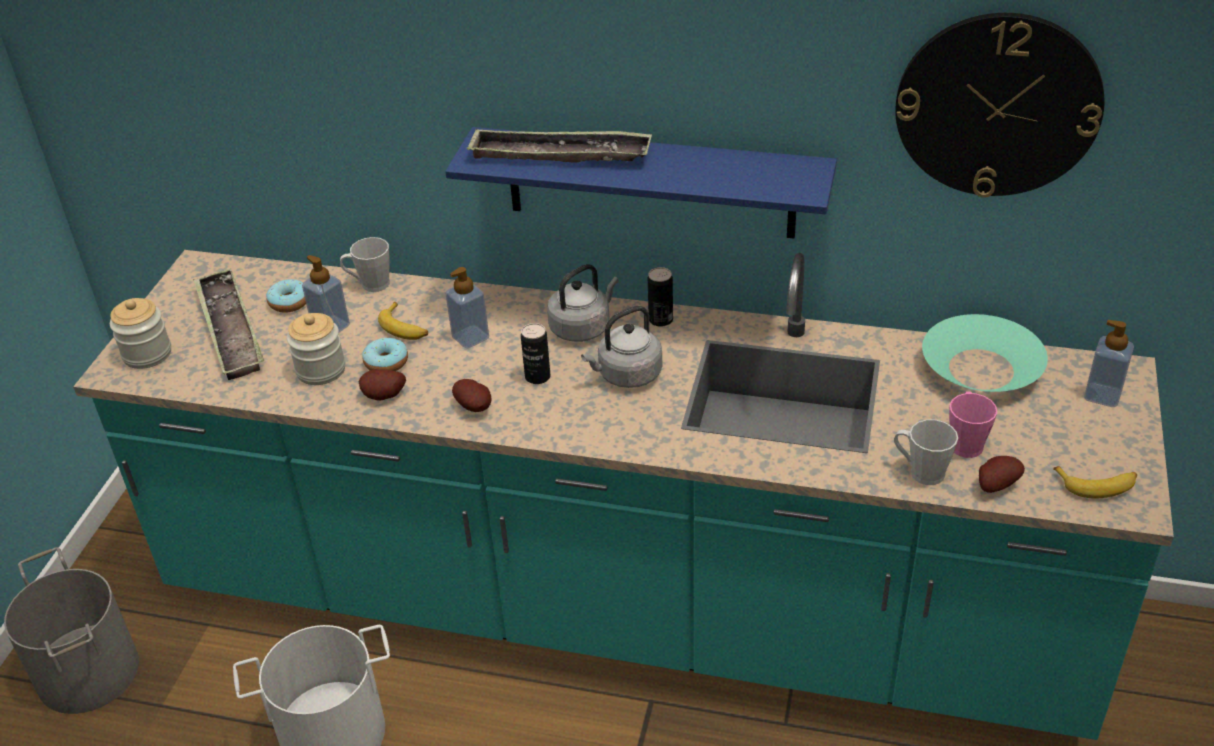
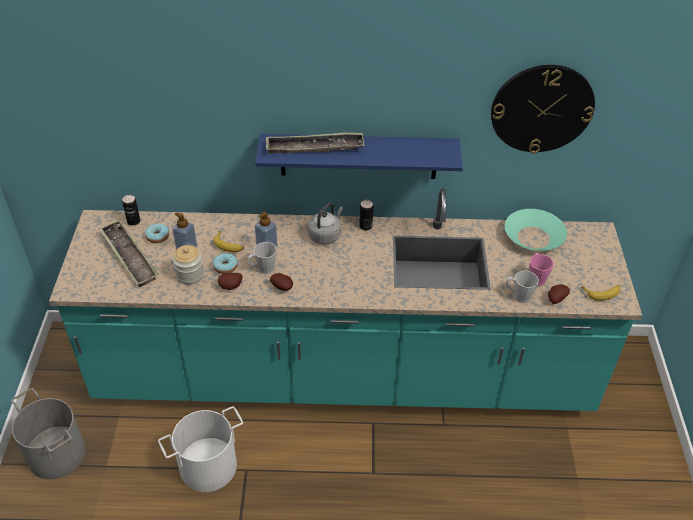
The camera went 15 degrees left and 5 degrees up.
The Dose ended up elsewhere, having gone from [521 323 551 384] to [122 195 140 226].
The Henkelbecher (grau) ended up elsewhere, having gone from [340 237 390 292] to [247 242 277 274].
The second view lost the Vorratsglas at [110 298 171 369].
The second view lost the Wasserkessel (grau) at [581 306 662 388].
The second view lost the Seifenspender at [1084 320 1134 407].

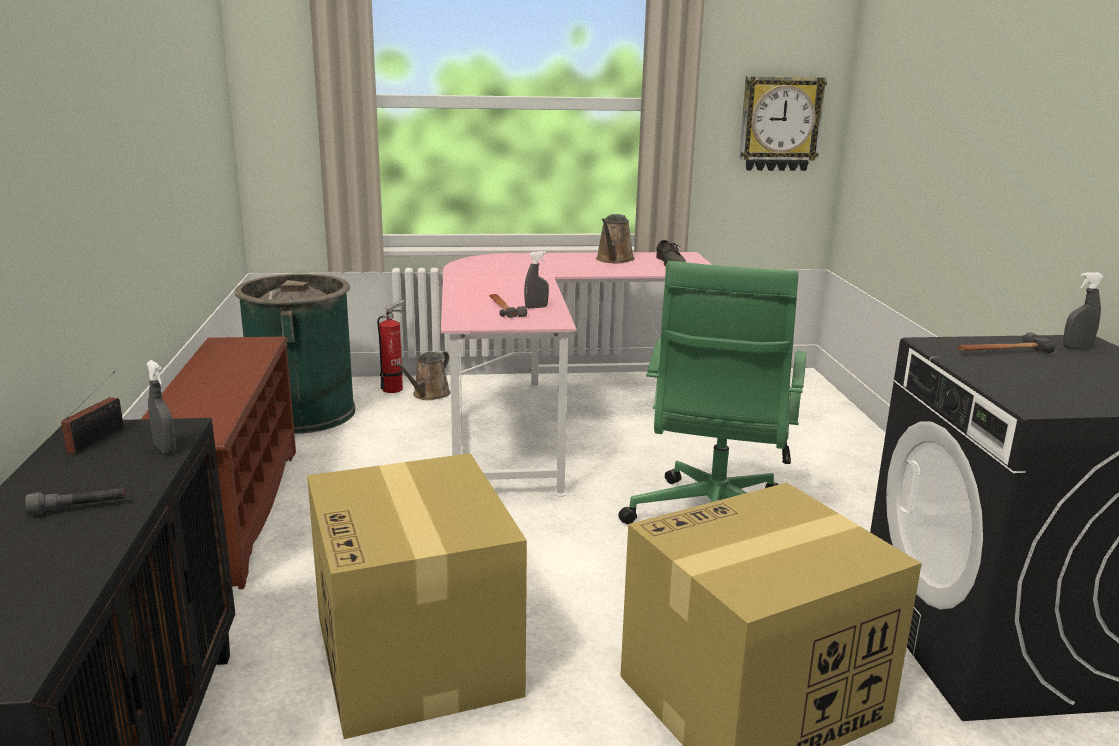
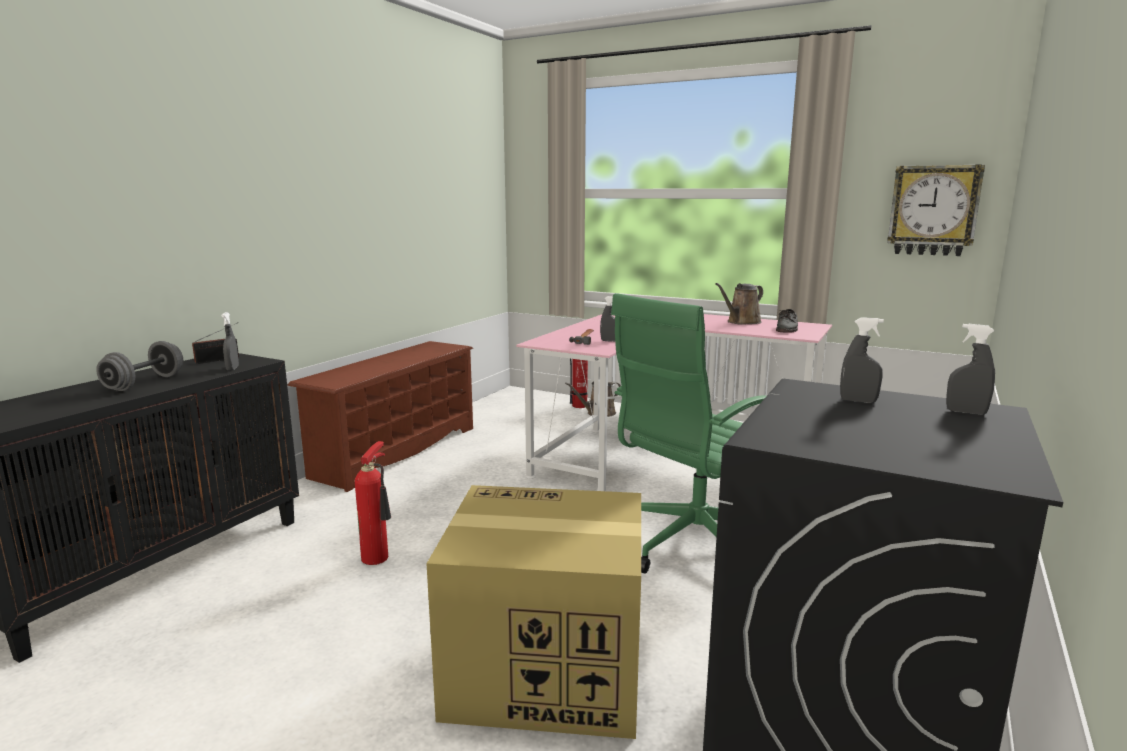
The camera went 35 degrees right and 5 degrees down.
Where the Taschenlampe (grau) stood at [25 488 125 515], the Hantel (grau) came to stand at [96 341 183 391].
Where the Karton stood at [307 453 527 739], the Feuerlöscher came to stand at [355 441 391 565].
Where the Hammer stood at [957 332 1055 353], the Sprühflasche (grau) came to stand at [840 317 884 403].
The second view lost the Mülleimer (grün) at [234 274 355 434].

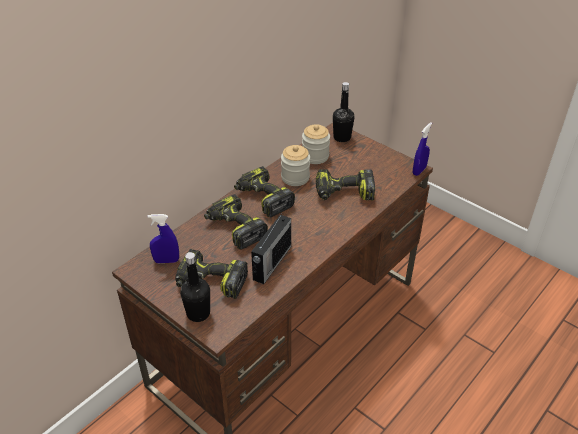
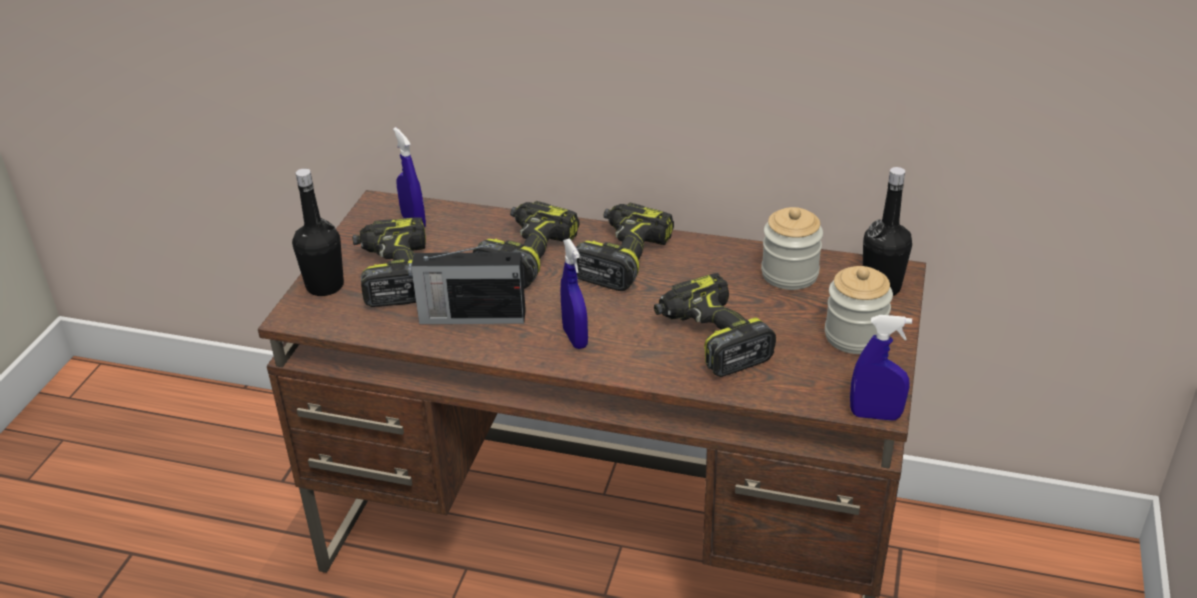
The camera went 65 degrees right and 5 degrees down.
The second view gained the Sprühflasche (blau) at [561 238 588 349].
The Vorratsglas ended up elsewhere, having gone from [281 145 310 186] to [825 266 893 354].

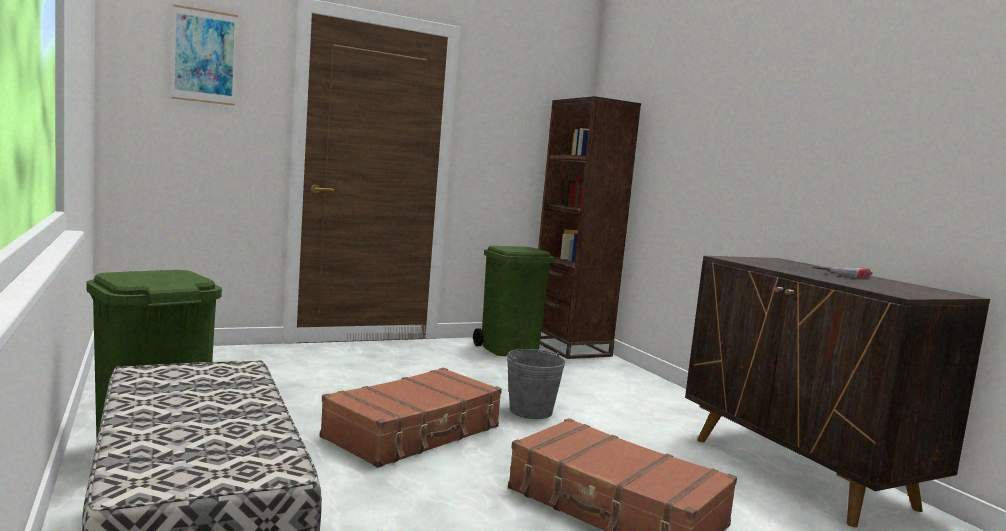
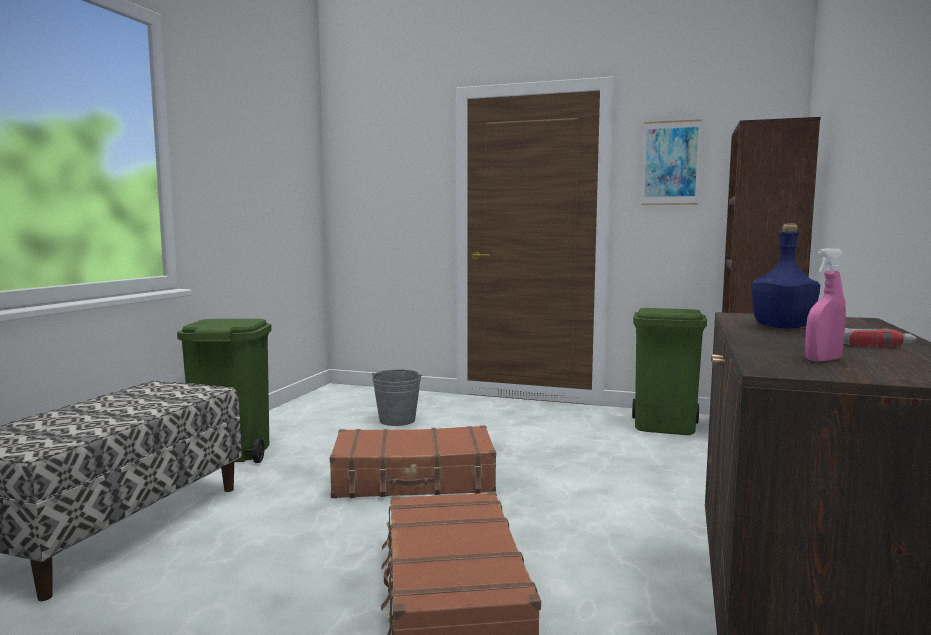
The camera went 45 degrees right and 0 degrees up.
The Eimer (grau) ended up elsewhere, having gone from [507 349 566 419] to [372 369 421 426].
The Bild ended up elsewhere, having gone from [171 4 238 106] to [642 119 702 205].
The second view gained the Flasche (blau) at [752 224 820 329].
The second view gained the Sprühflasche (rosa) at [805 248 846 361].

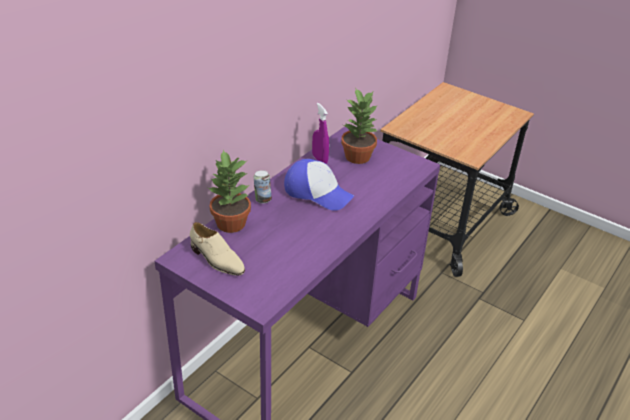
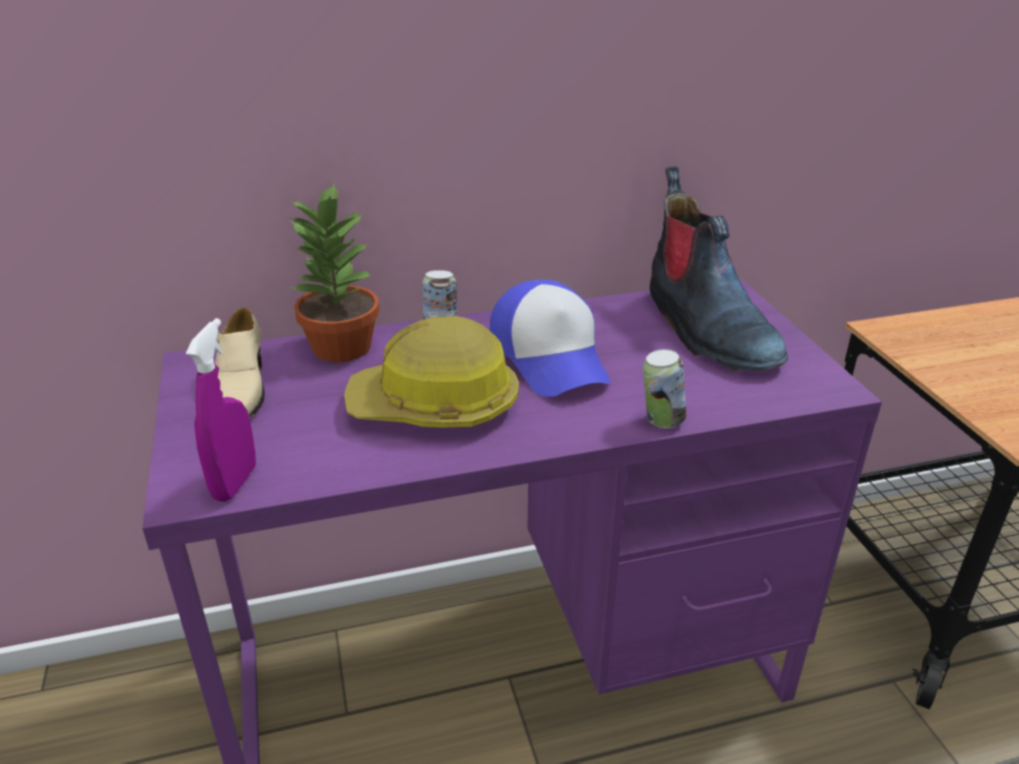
The camera went 40 degrees right and 5 degrees down.
The Sprühflasche (lila) ended up elsewhere, having gone from [312 103 329 164] to [186 318 256 502].
The second view gained the Schutzhelm at [344 316 519 427].
The second view gained the Dose at [643 349 686 428].
Where the Topfpflanze stood at [341 87 378 164], the Stiefel came to stand at [650 166 788 372].

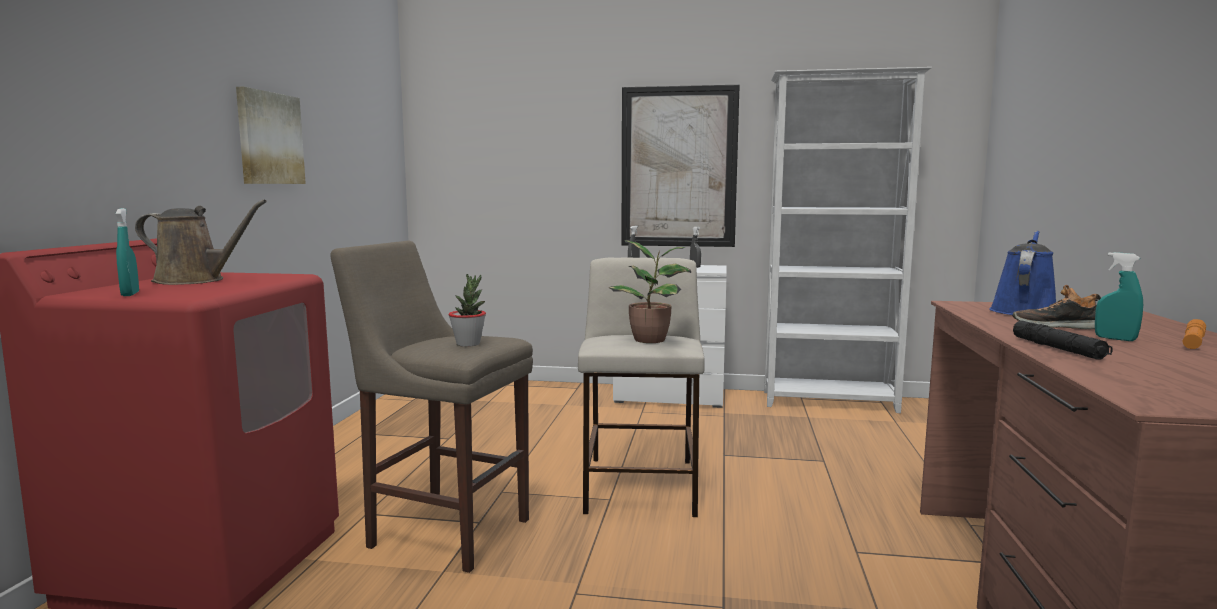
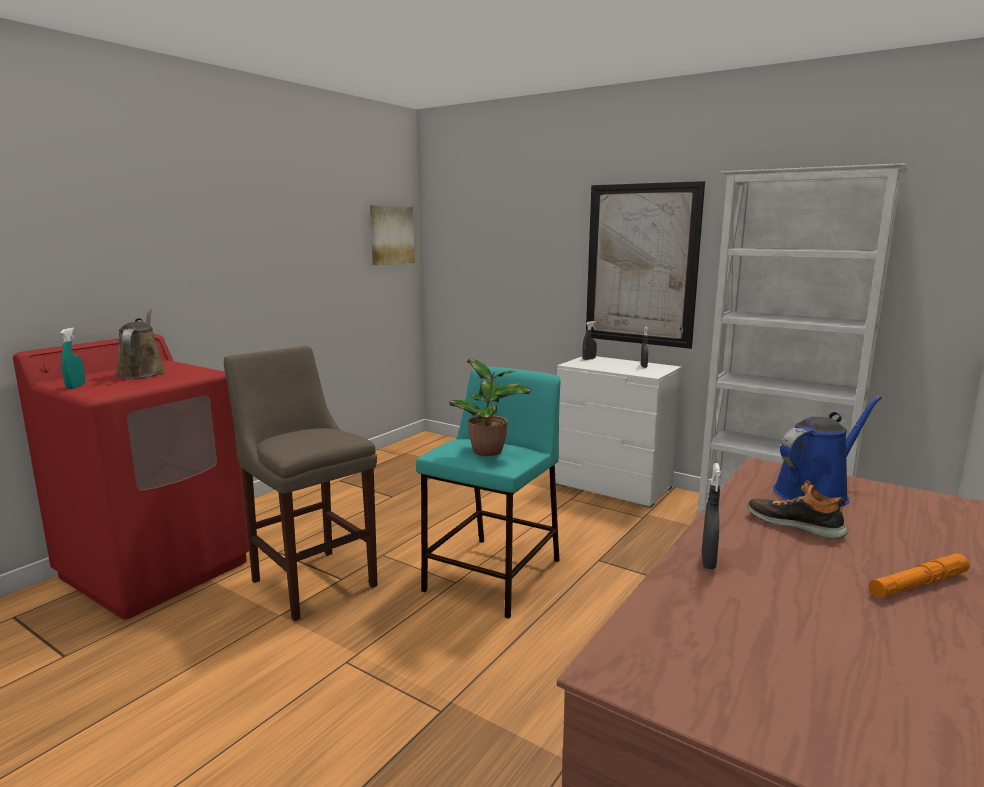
The camera went 25 degrees right and 5 degrees up.
The Gießkanne (braun) at [135 199 267 285] ended up facing another way, 135 degrees counterclockwise from before.
The Bild ended up elsewhere, having gone from [236 87 306 184] to [370 205 414 265].
What was the Hocker (beige) at [578 258 705 517] turned into the Hocker (türkis) at [416 366 560 619].
Where the Taschenlampe (schwarz) stood at [1013 321 1113 360], the Sprühflasche (grau) came to stand at [701 463 721 569].
The second view lost the Topfpflanze at [449 274 486 347].
The second view lost the Sprühflasche (türkis) at [1095 252 1143 341].

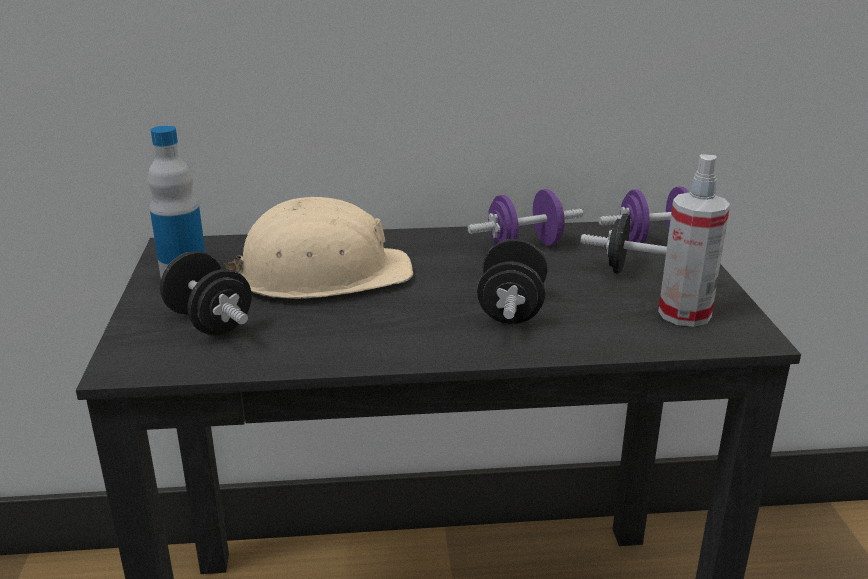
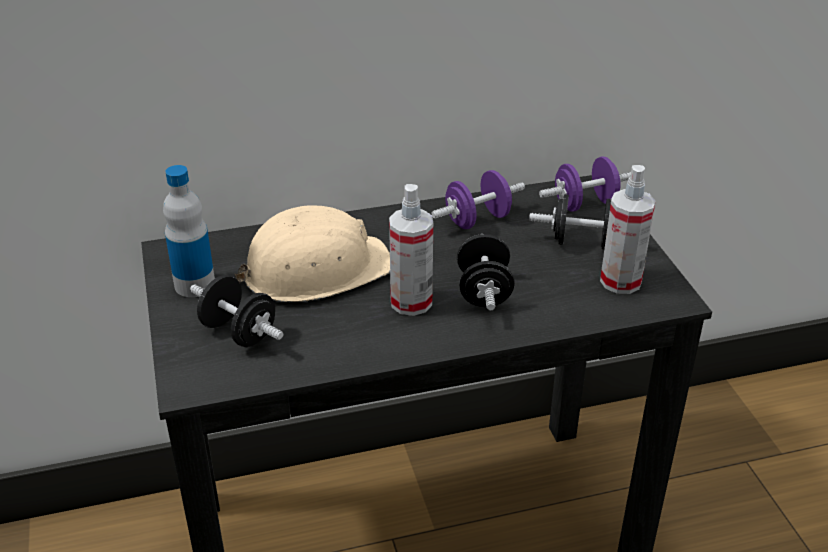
The camera went 10 degrees left and 10 degrees up.
The second view gained the Sprühflasche at [389 184 433 316].

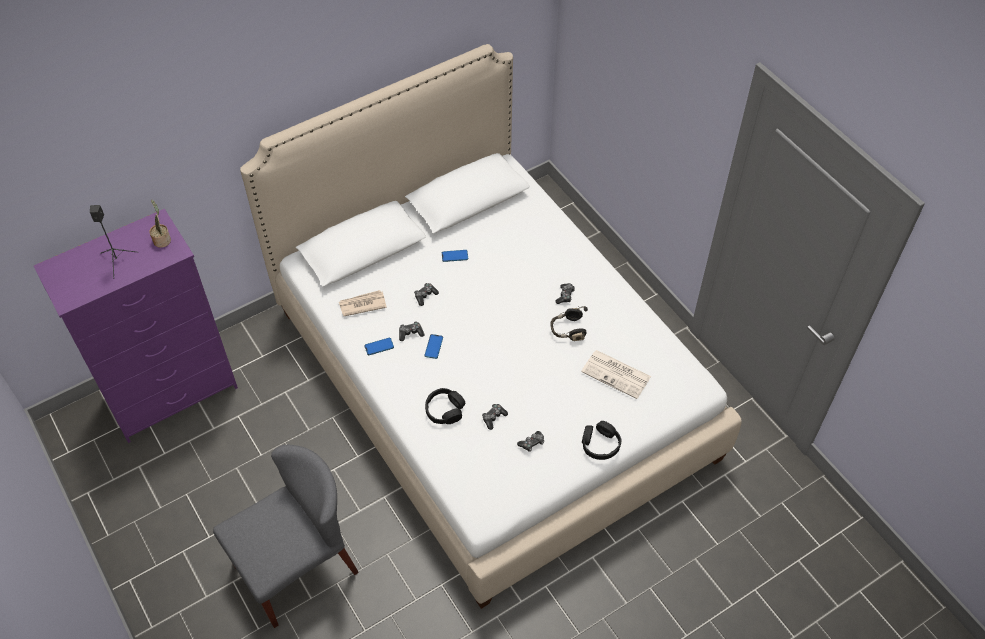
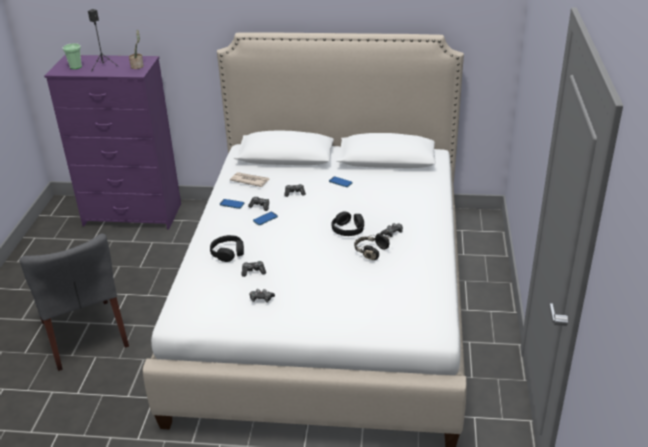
The camera went 40 degrees right and 20 degrees down.
The Stuhl (grau) at [213 445 359 628] ended up facing another way, 60 degrees clockwise from before.
The second view gained the Tasse at [62 43 82 69].
The Kopfhörer (schwarz) ended up elsewhere, having gone from [582 421 621 460] to [331 211 364 236].
The second view lost the Zeitung at [581 350 651 399].

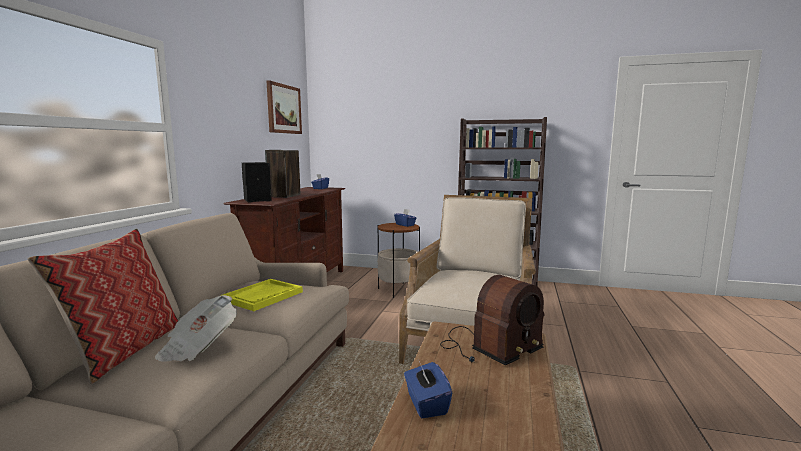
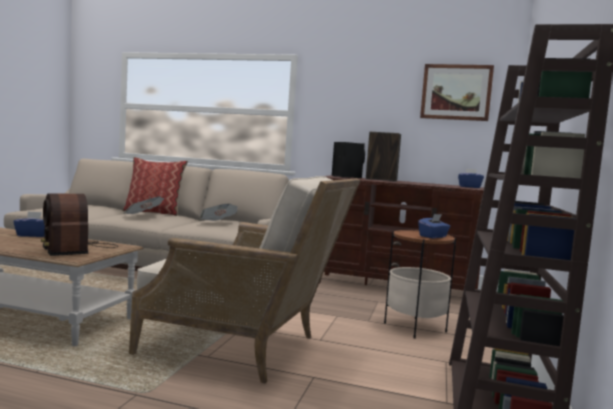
The camera went 90 degrees right and 5 degrees down.
Where the Tablett (gelb) stood at [223 279 303 311], the Zeitung came to stand at [200 204 238 221].

